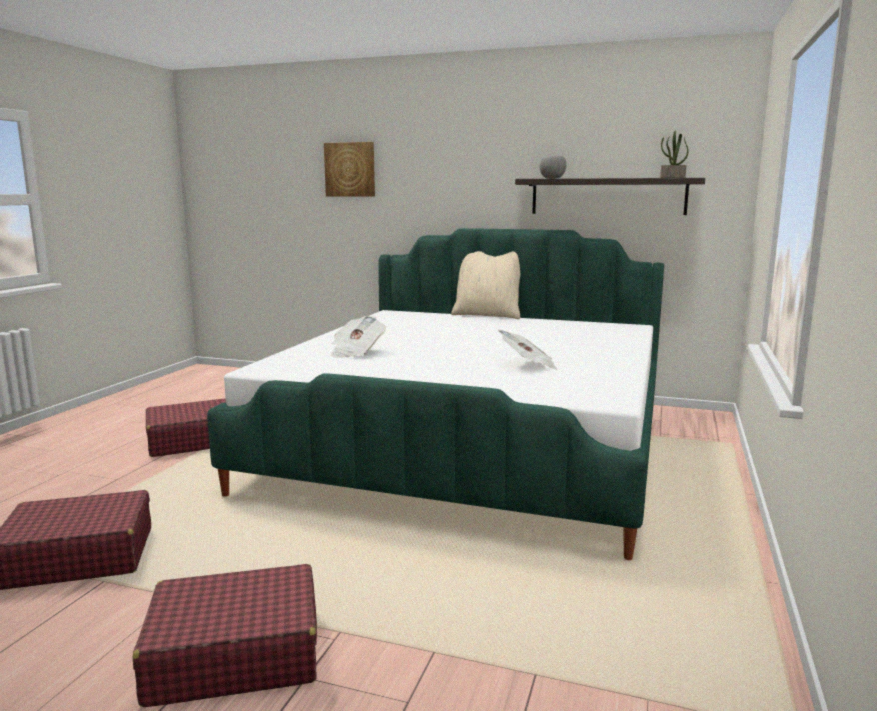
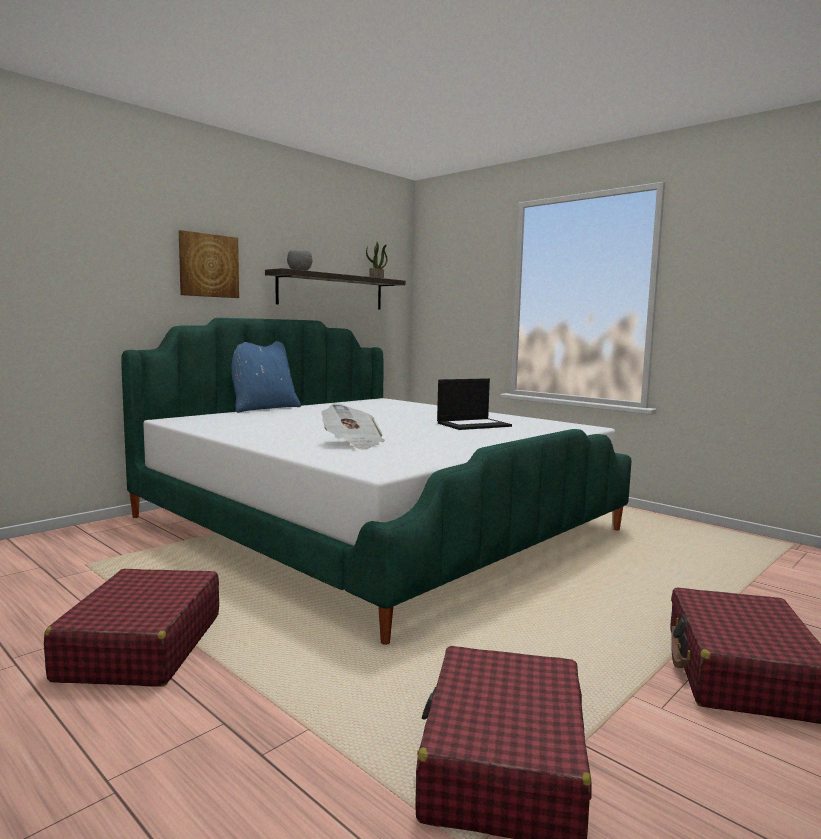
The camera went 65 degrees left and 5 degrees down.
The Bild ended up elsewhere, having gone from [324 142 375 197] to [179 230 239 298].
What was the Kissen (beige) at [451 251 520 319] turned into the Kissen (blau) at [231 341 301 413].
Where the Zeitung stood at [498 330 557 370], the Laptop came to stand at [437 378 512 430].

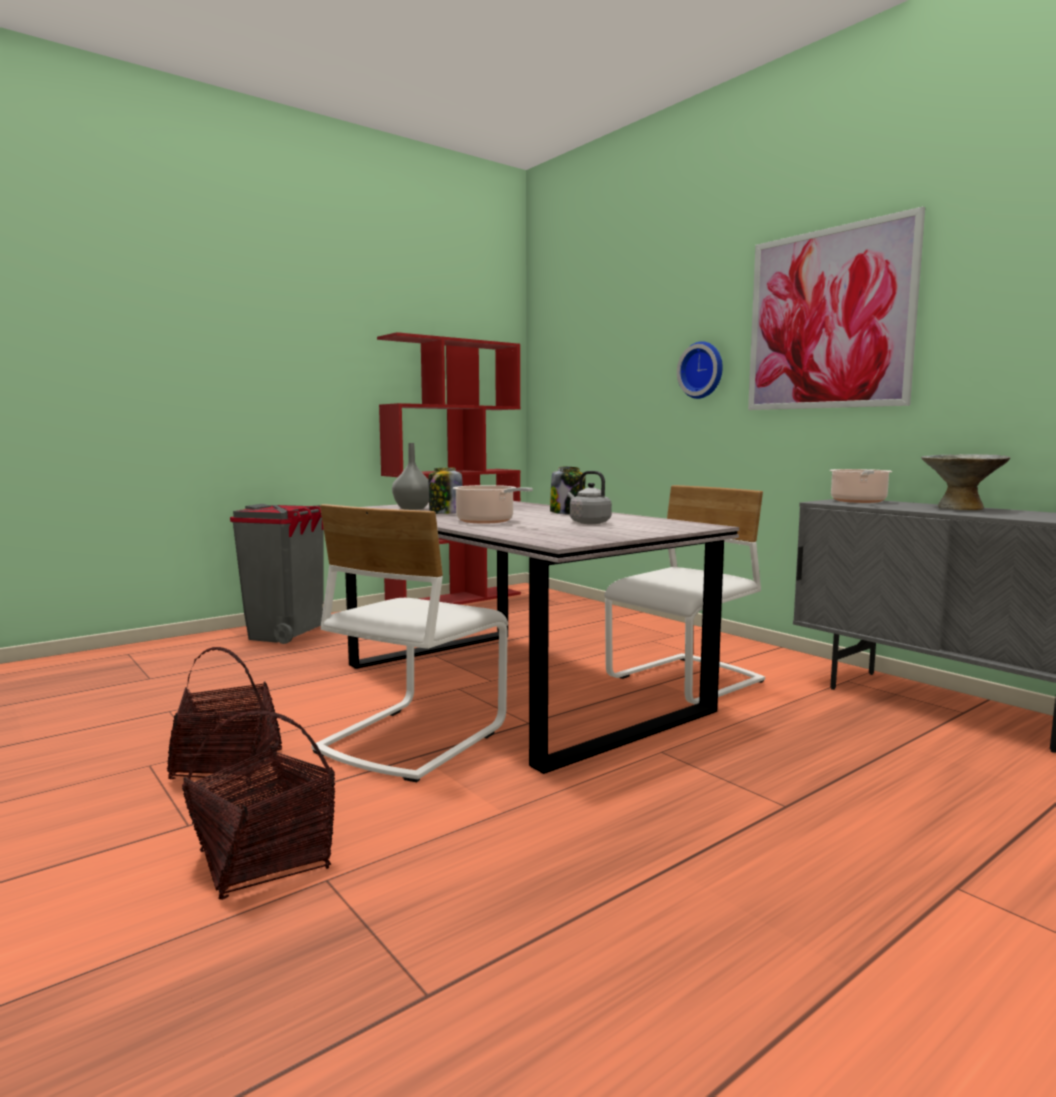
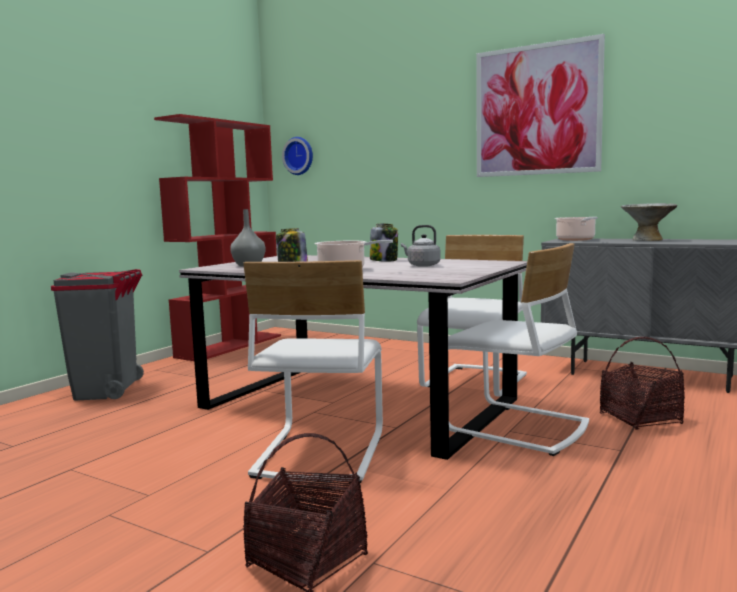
The camera went 20 degrees left and 0 degrees up.
The Wanduhr ended up elsewhere, having gone from [677 341 723 399] to [282 137 313 175].
The second view gained the Stuhl (weiß) at [448 243 589 456].
The Korb ended up elsewhere, having gone from [167 647 282 783] to [600 337 685 430].

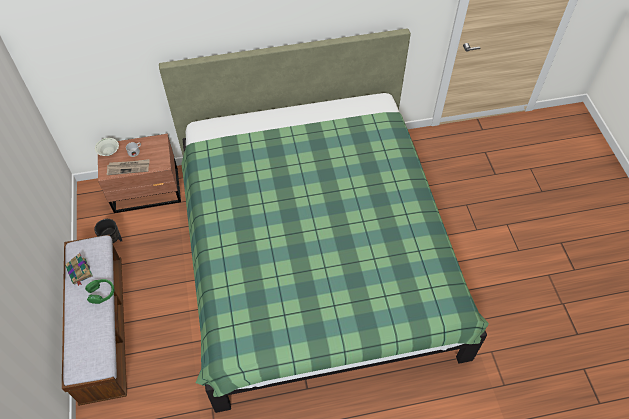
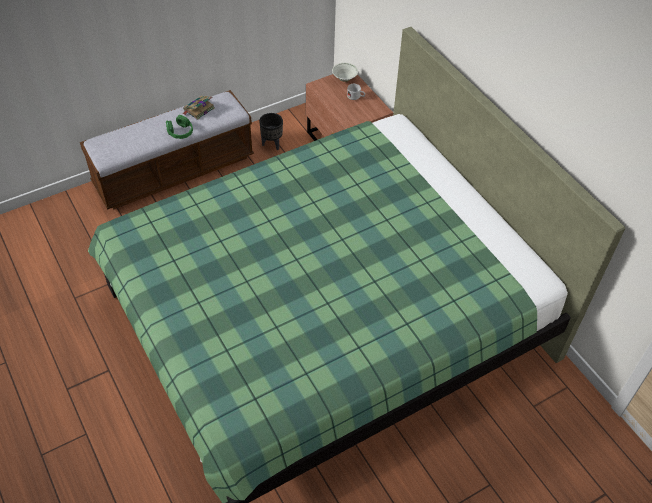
The camera went 70 degrees right and 5 degrees down.
The second view lost the Zeitung at [107 159 150 175].

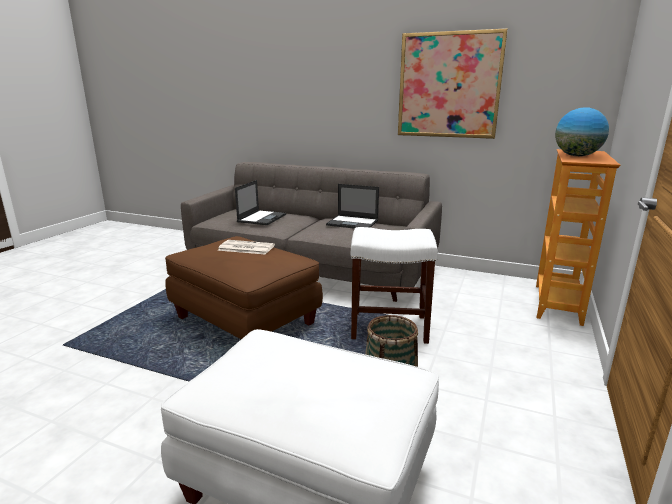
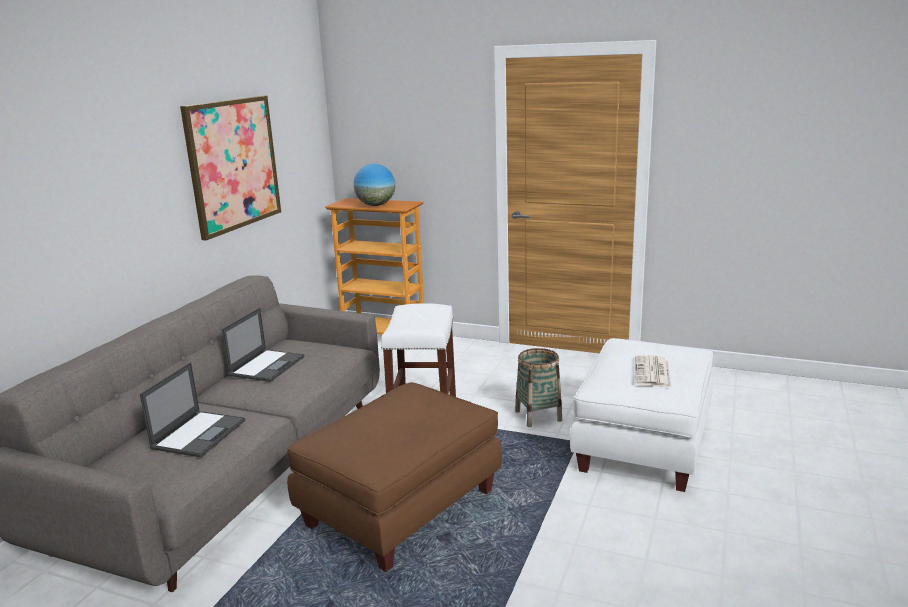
The camera went 90 degrees left and 0 degrees up.
The Laptop at [235 180 286 225] ended up facing another way, 90 degrees clockwise from before.
The Zeitung ended up elsewhere, having gone from [217 240 275 254] to [635 355 671 387].

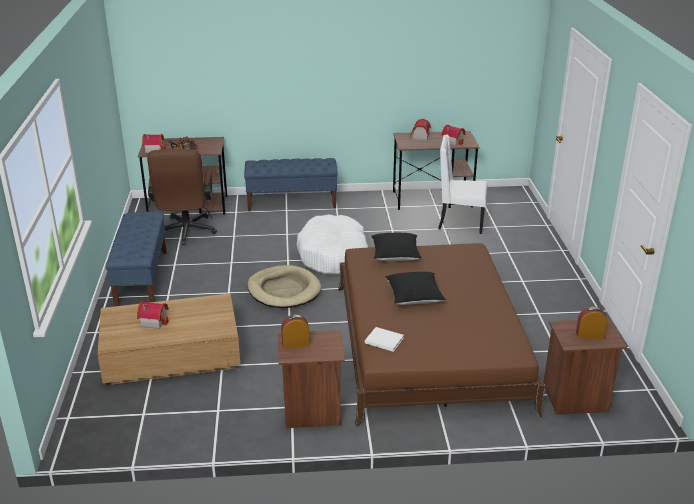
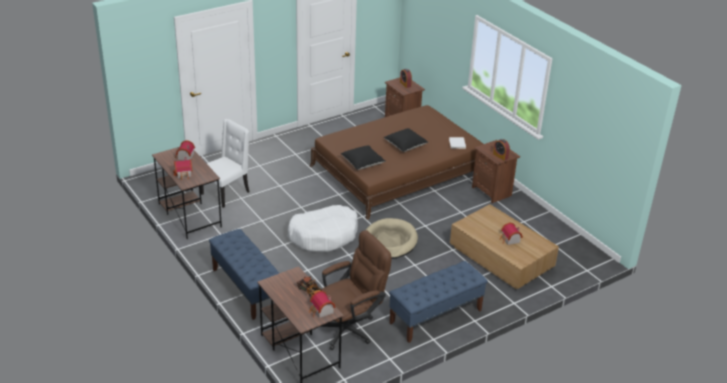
The camera went 120 degrees left and 5 degrees up.
The Stuhl (weiß) at [438 134 488 234] ended up facing another way, 120 degrees counterclockwise from before.

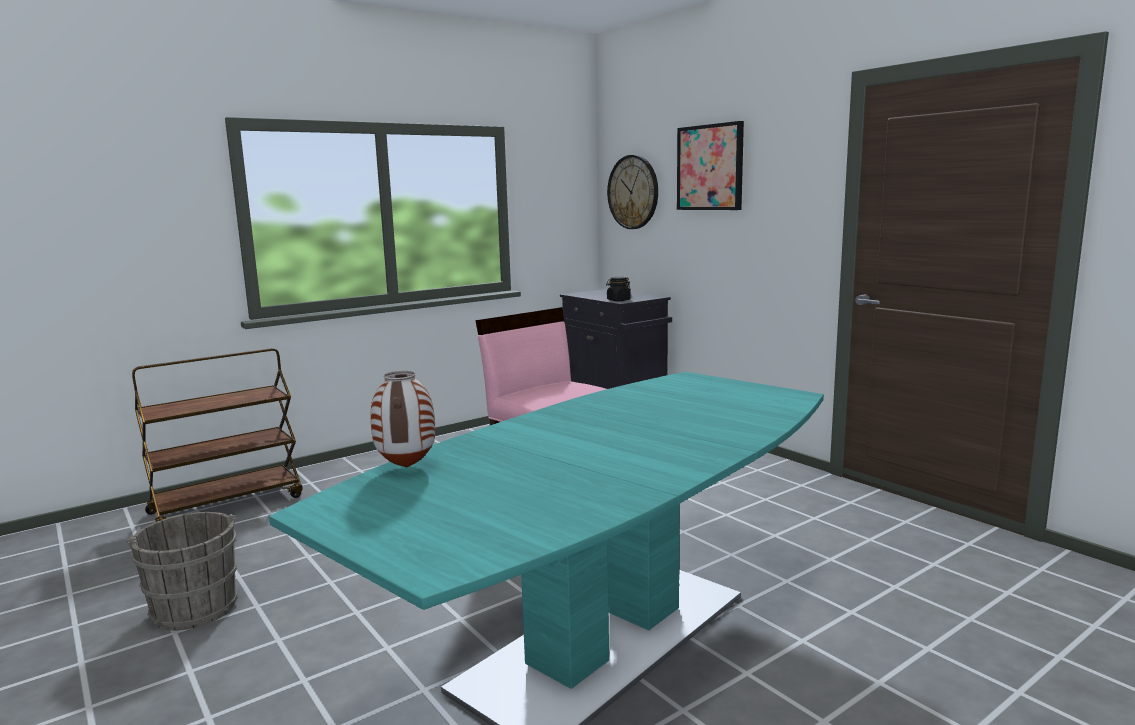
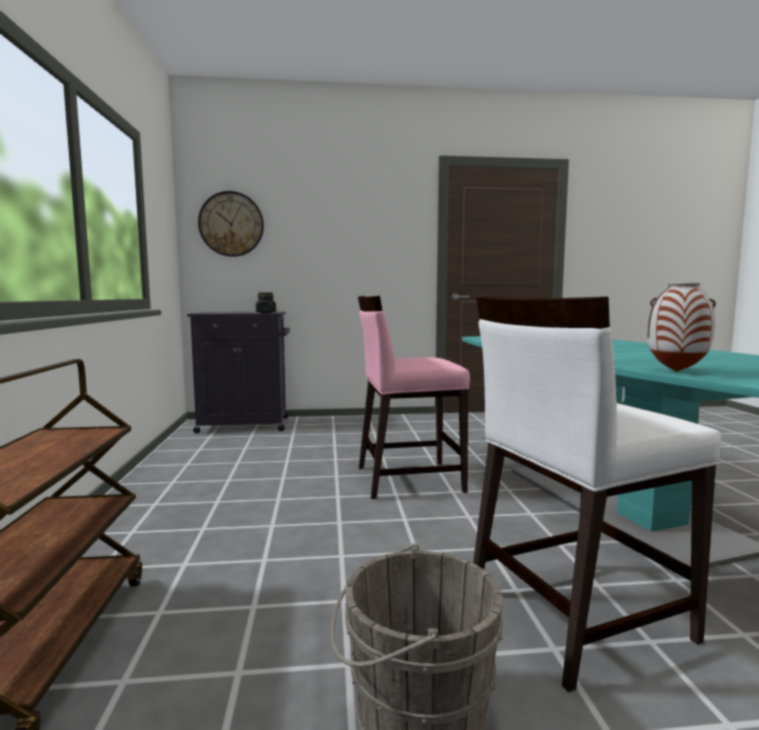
The camera went 60 degrees left and 5 degrees down.
The second view gained the Stuhl (weiß) at [473 296 721 692].
The second view lost the Bild at [677 121 744 210].

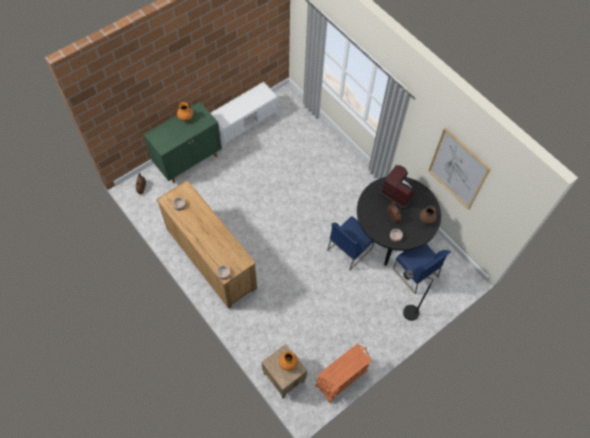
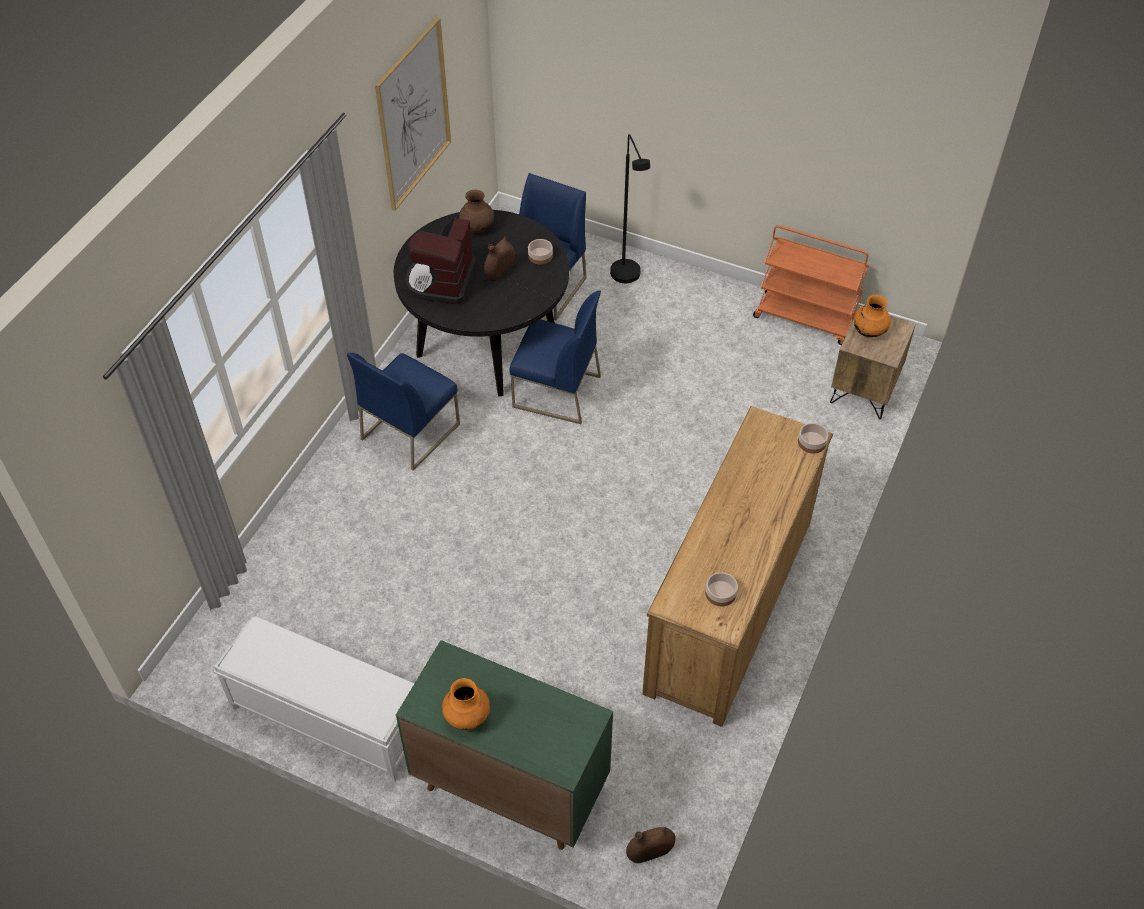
The camera went 115 degrees left and 10 degrees down.
The second view gained the Stuhl (blau) at [347 353 460 471].

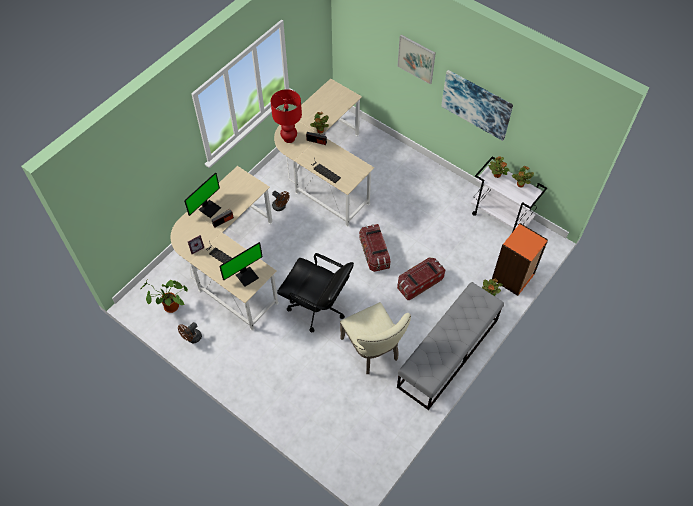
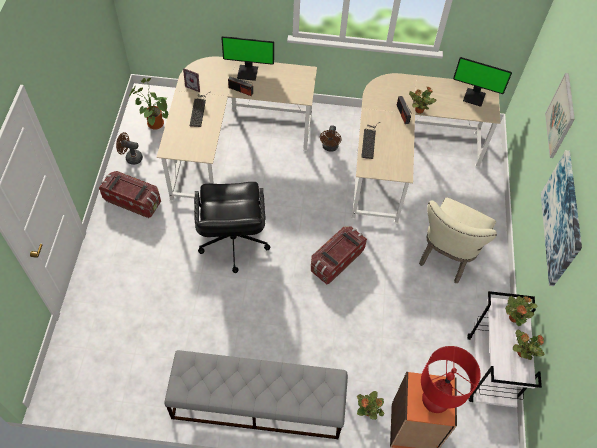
The camera went 55 degrees right and 0 degrees up.
The Aufbewahrungsbox ended up elsewhere, having gone from [397 258 445 300] to [99 171 161 218].
The Stuhl (beige) ended up elsewhere, having gone from [340 302 411 374] to [419 197 497 283].
The Tischlampe (rot) ended up elsewhere, having gone from [271 89 302 143] to [421 346 481 413].
The Monitor ended up elsewhere, having gone from [219 242 263 287] to [453 57 512 107].

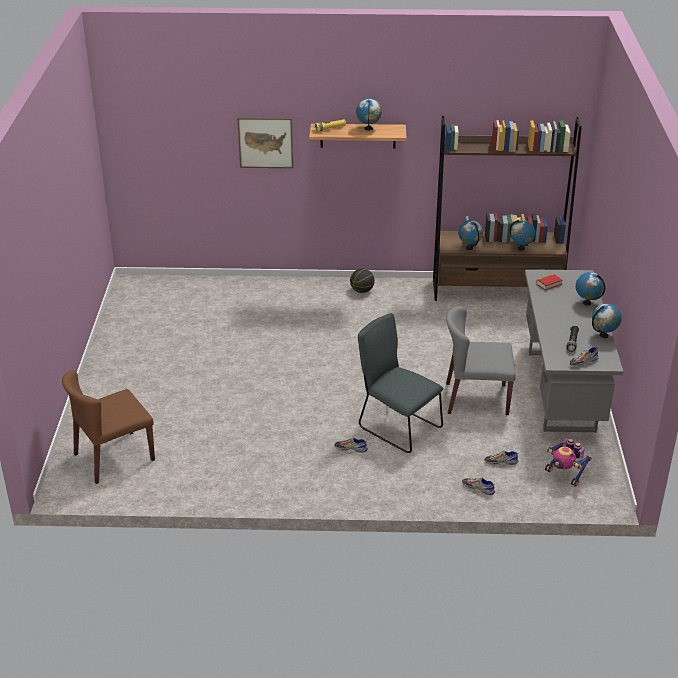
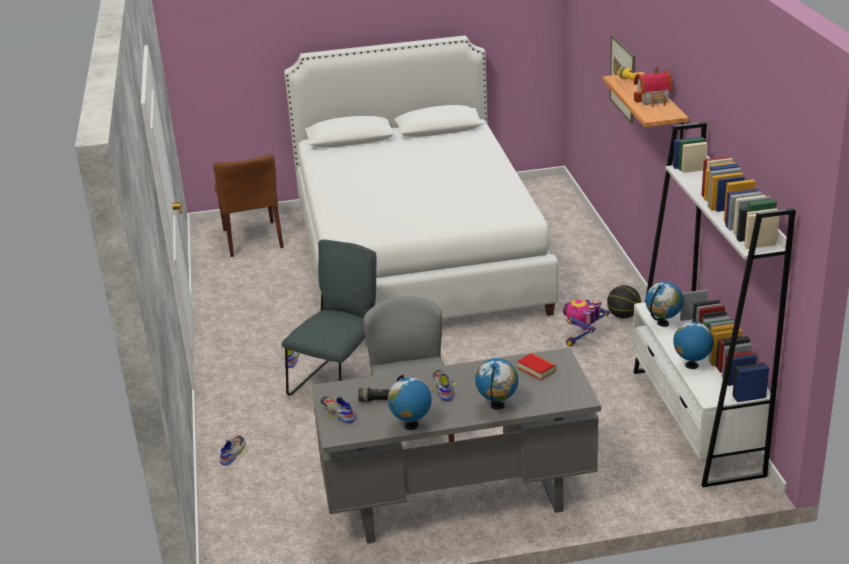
The camera went 80 degrees right and 5 degrees down.
The Stuhl (braun) at [62 370 155 484] ended up facing another way, 150 degrees counterclockwise from before.
The second view gained the Bett (weiß) at [284 36 558 319].
The Schuh ended up elsewhere, having gone from [484 450 519 468] to [431 370 456 401].
The Spielzeugroboter ended up elsewhere, having gone from [545 439 592 487] to [563 299 610 346].
What was the Bücherregal (braun) at [433 116 582 301] turned into the Bücherregal (weiß) at [632 122 796 487].
Where the Globus stood at [356 98 382 130], the Spielzeughaus came to stand at [634 67 672 107].

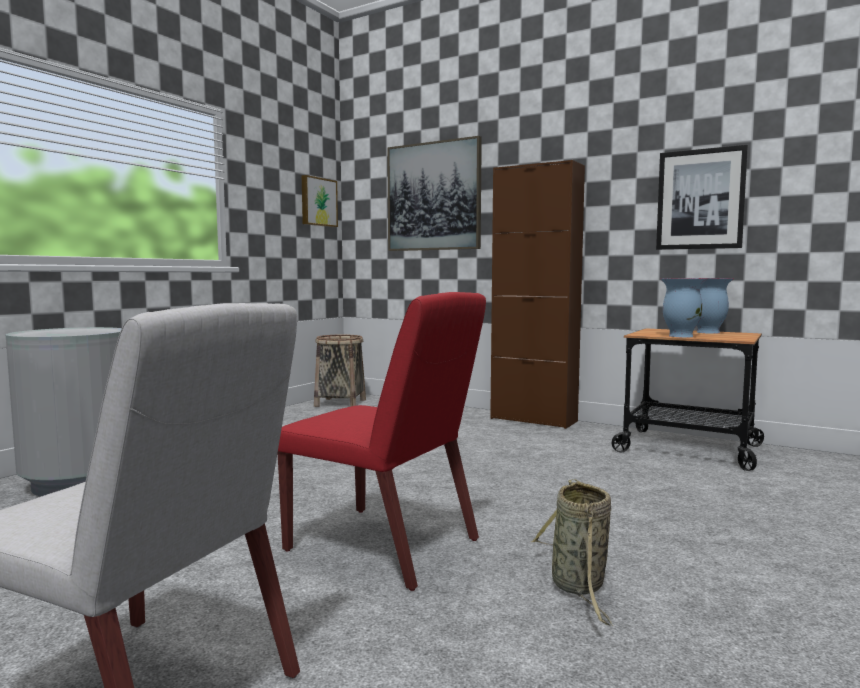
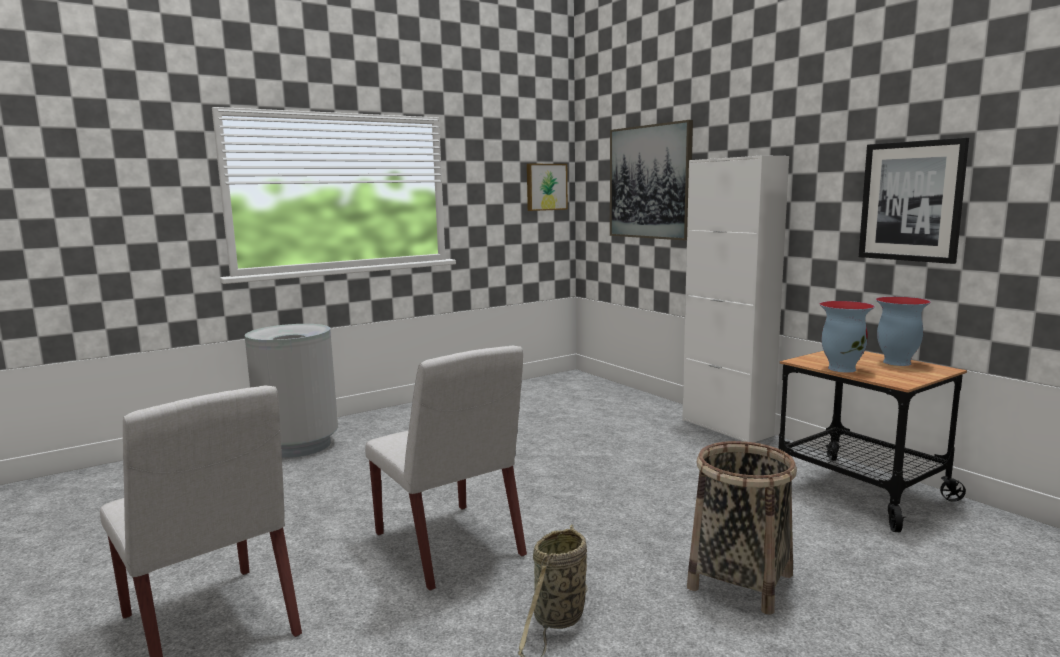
The camera went 25 degrees right and 5 degrees up.
What was the Stuhl (rot) at [278 292 486 591] turned into the Stuhl (weiß) at [365 346 527 591].
What was the Schrank (braun) at [490 160 585 429] turned into the Schrank (weiß) at [682 155 789 443].
The Korb ended up elsewhere, having gone from [314 335 366 407] to [687 441 797 614].

